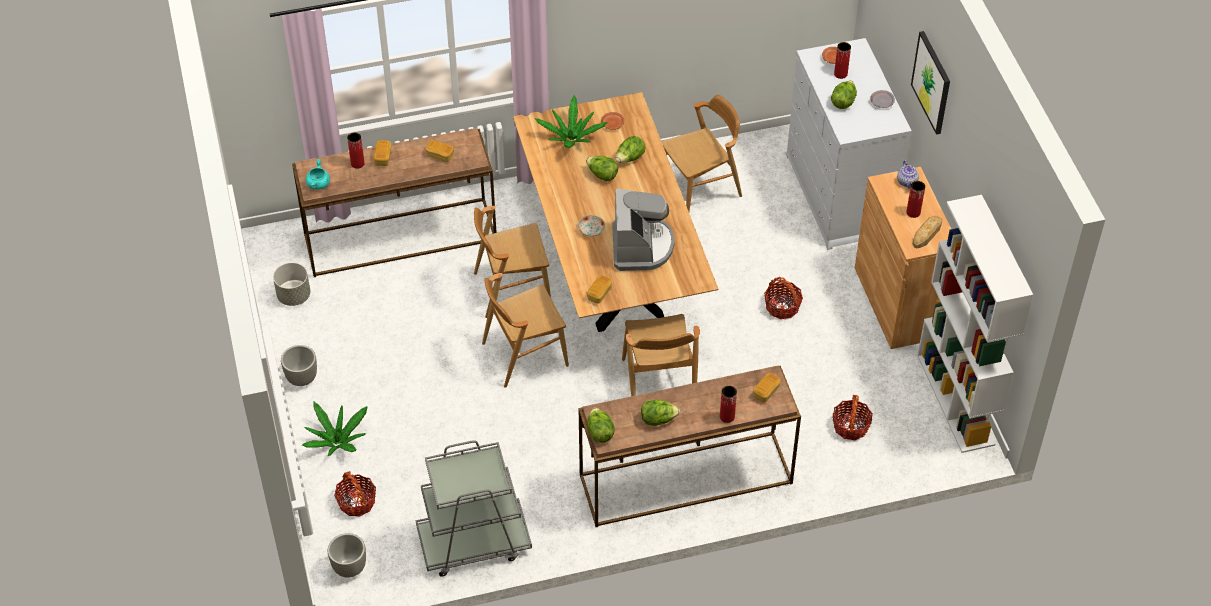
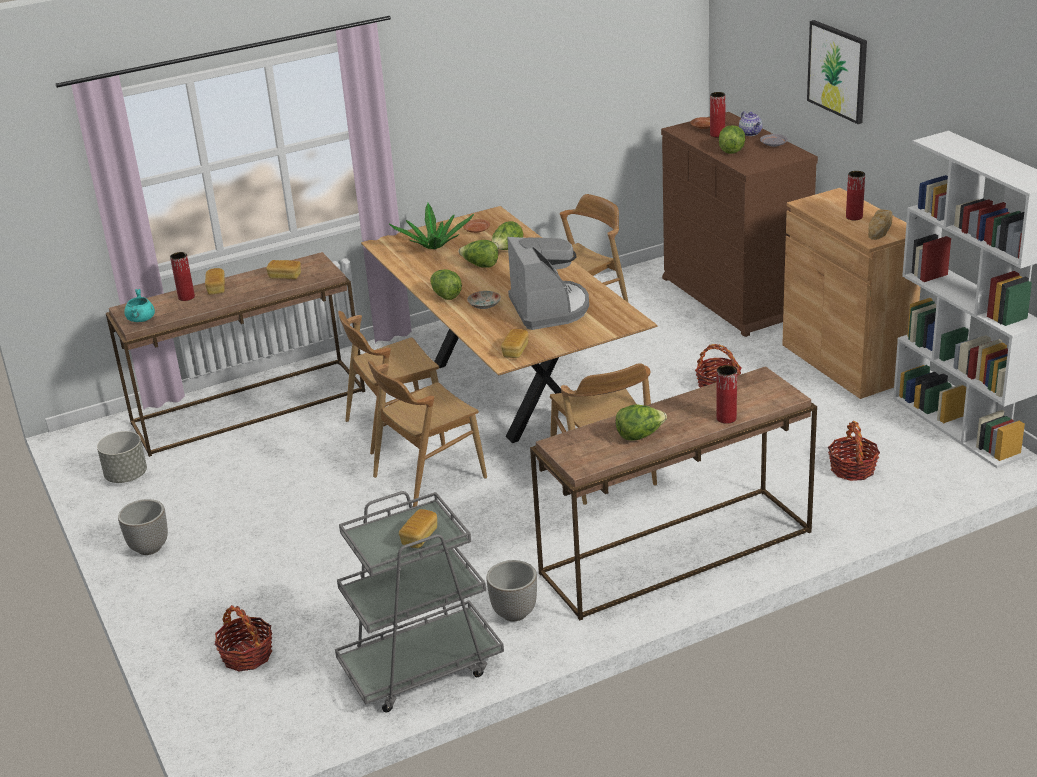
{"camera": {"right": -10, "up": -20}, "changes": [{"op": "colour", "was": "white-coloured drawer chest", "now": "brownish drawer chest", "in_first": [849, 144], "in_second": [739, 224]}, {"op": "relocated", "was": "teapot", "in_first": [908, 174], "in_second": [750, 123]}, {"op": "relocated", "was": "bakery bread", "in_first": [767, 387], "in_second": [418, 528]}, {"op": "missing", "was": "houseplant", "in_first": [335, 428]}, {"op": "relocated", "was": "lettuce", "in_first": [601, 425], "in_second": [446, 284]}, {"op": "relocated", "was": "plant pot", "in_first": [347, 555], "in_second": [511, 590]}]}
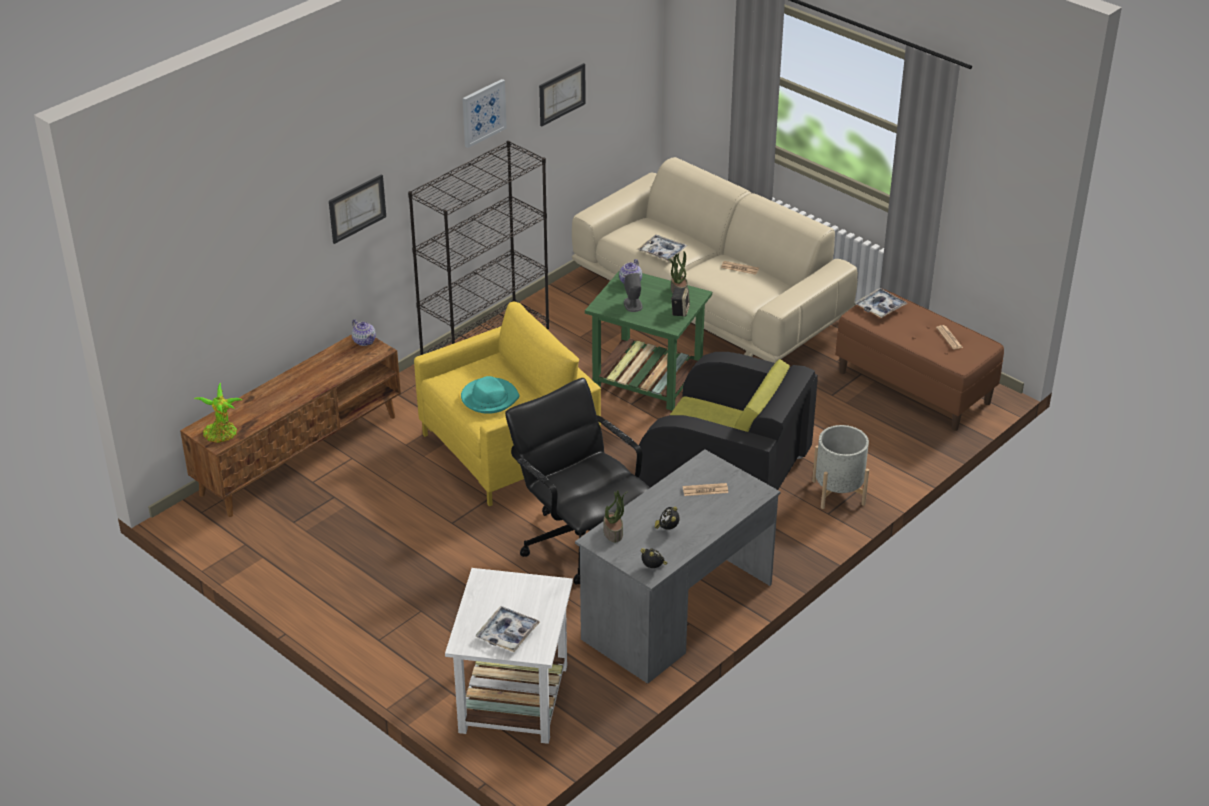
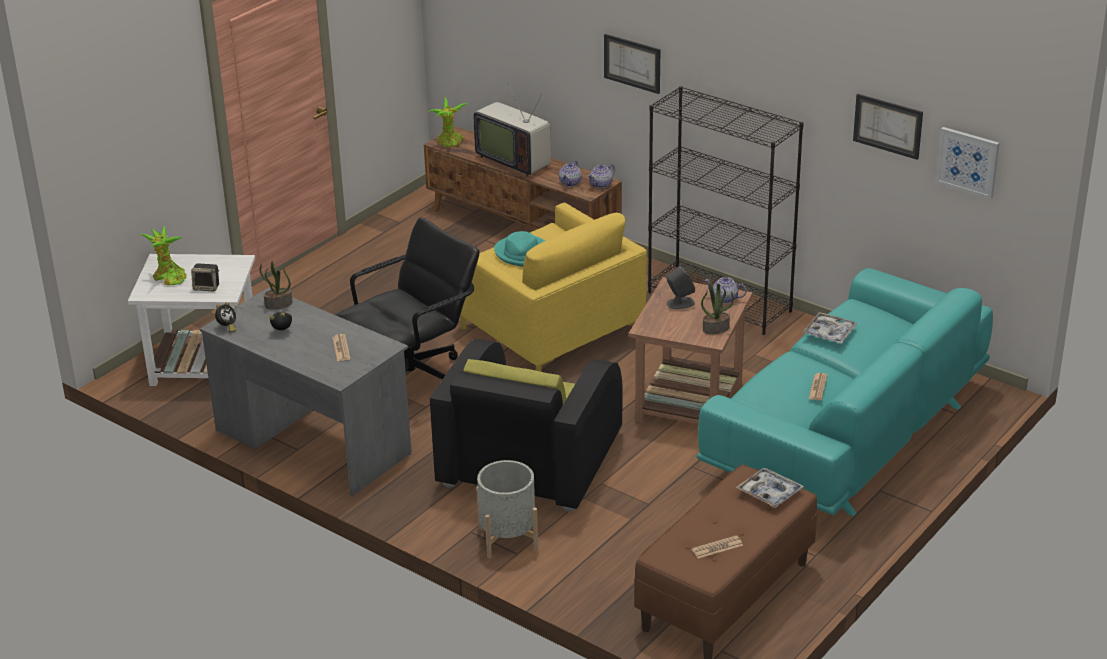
{"camera": {"right": 85, "up": -5}, "changes": [{"op": "relocated", "was": "picture", "in_first": [484, 113], "in_second": [967, 163]}, {"op": "colour", "was": "beige settee", "now": "blue-green settee", "in_first": [715, 260], "in_second": [845, 392]}, {"op": "colour", "was": "green accent table", "now": "brownish accent table", "in_first": [648, 340], "in_second": [690, 350]}, {"op": "relocated", "was": "speaker", "in_first": [680, 302], "in_second": [205, 277]}, {"op": "exchanged", "was": "carrying tray", "now": "houseplant", "in_first": [507, 629], "in_second": [163, 255]}, {"op": "appeared", "now": "television", "in_second": [512, 129]}, {"op": "appeared", "now": "teapot", "in_second": [570, 174]}]}
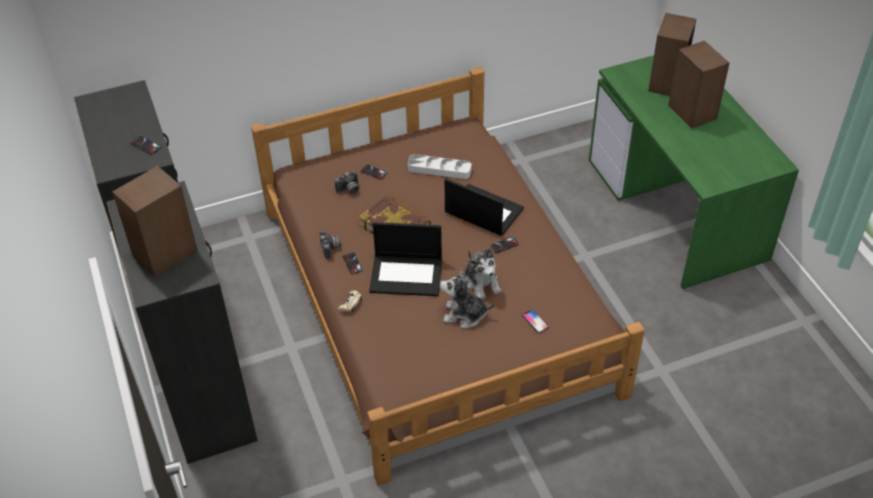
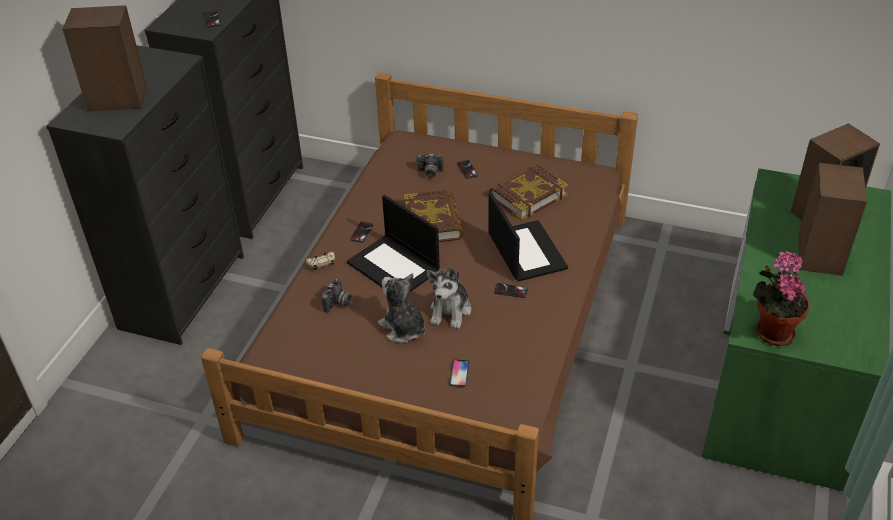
{"camera": {"right": 40, "up": -5}, "changes": [{"op": "exchanged", "was": "gray carrying tray", "now": "bound book", "in_first": [440, 166], "in_second": [528, 192]}, {"op": "relocated", "was": "still camera", "in_first": [330, 244], "in_second": [337, 295]}, {"op": "appeared", "now": "houseplant", "in_second": [781, 298]}]}
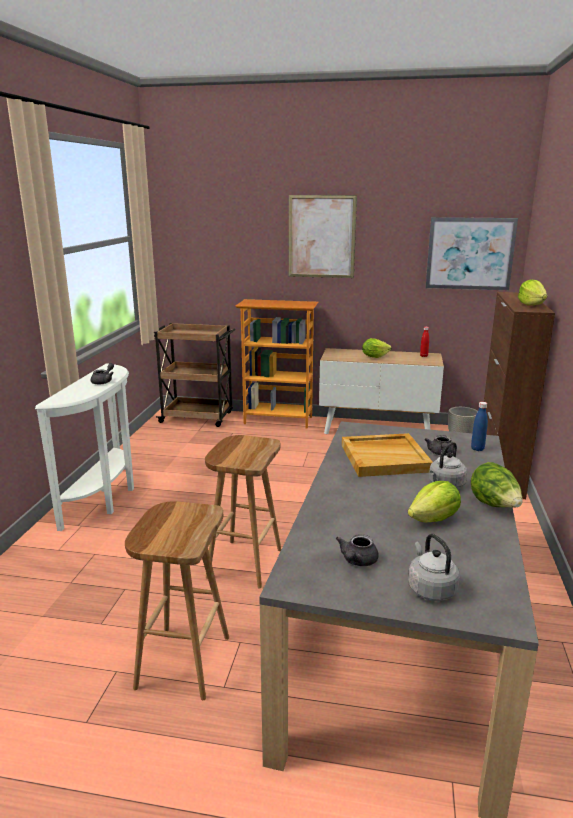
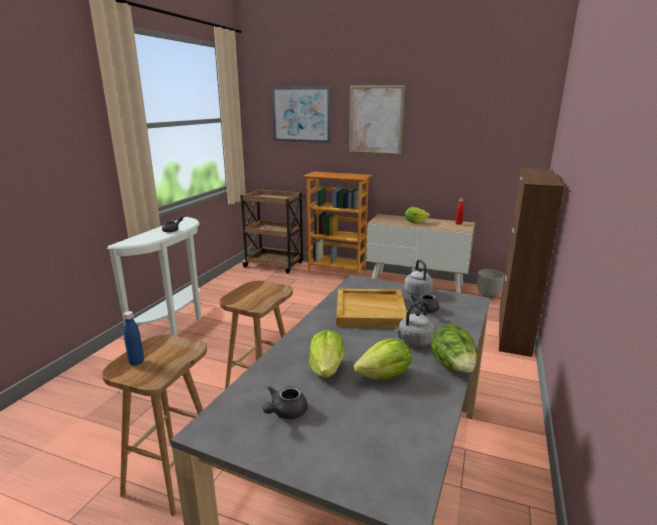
{"camera": {"right": 10, "up": 0}, "changes": [{"op": "relocated", "was": "picture", "in_first": [472, 253], "in_second": [301, 114]}, {"op": "relocated", "was": "lettuce", "in_first": [532, 293], "in_second": [327, 354]}, {"op": "relocated", "was": "blue bottle", "in_first": [479, 426], "in_second": [133, 338]}, {"op": "relocated", "was": "gray tea kettle", "in_first": [434, 567], "in_second": [418, 277]}]}
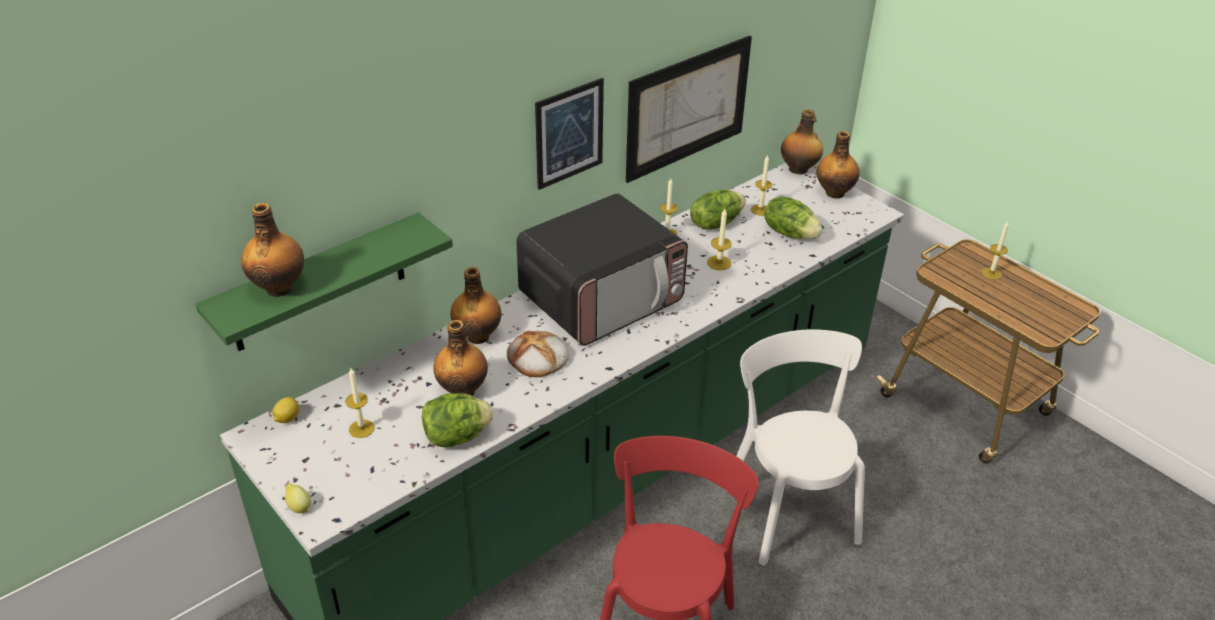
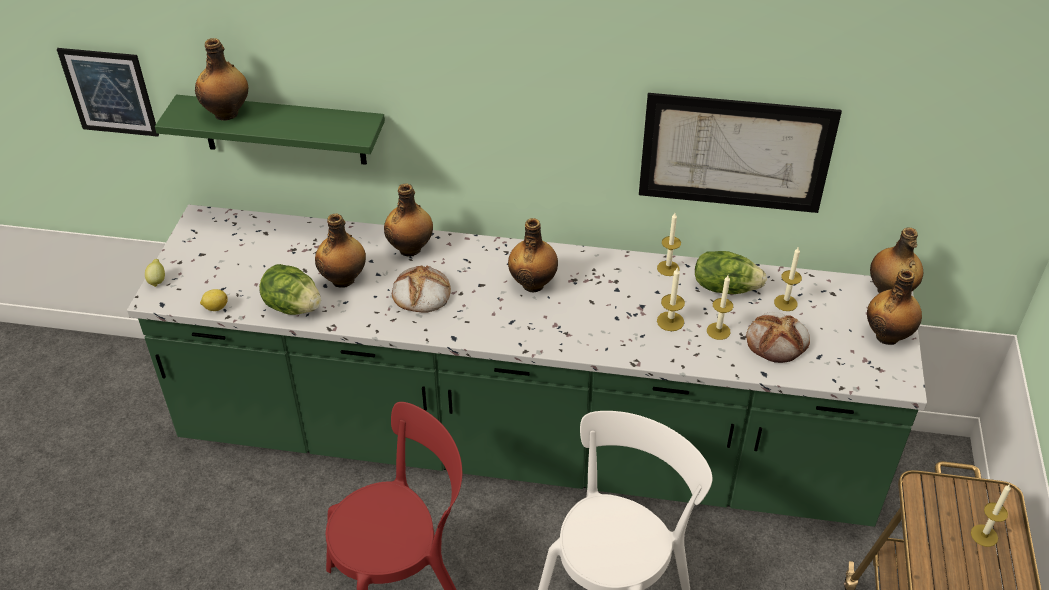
{"camera": {"right": 50, "up": 5}, "changes": [{"op": "relocated", "was": "picture", "in_first": [569, 134], "in_second": [108, 92]}, {"op": "exchanged", "was": "microwave oven", "now": "bottle", "in_first": [602, 270], "in_second": [533, 255]}, {"op": "exchanged", "was": "lettuce", "now": "bakery bread", "in_first": [793, 217], "in_second": [778, 337]}, {"op": "relocated", "was": "wax candle", "in_first": [360, 403], "in_second": [720, 308]}, {"op": "relocated", "was": "lemon", "in_first": [286, 410], "in_second": [214, 300]}]}
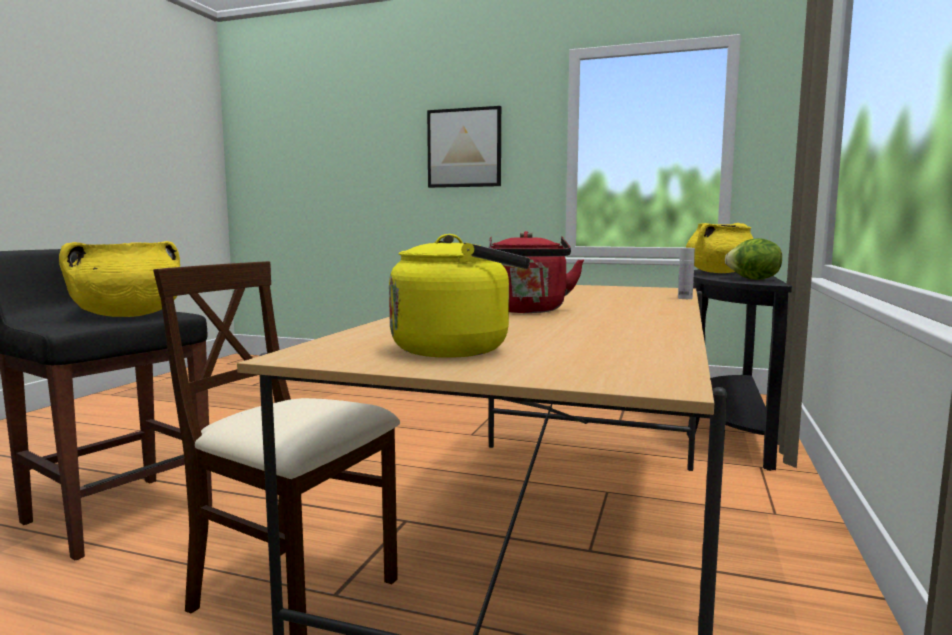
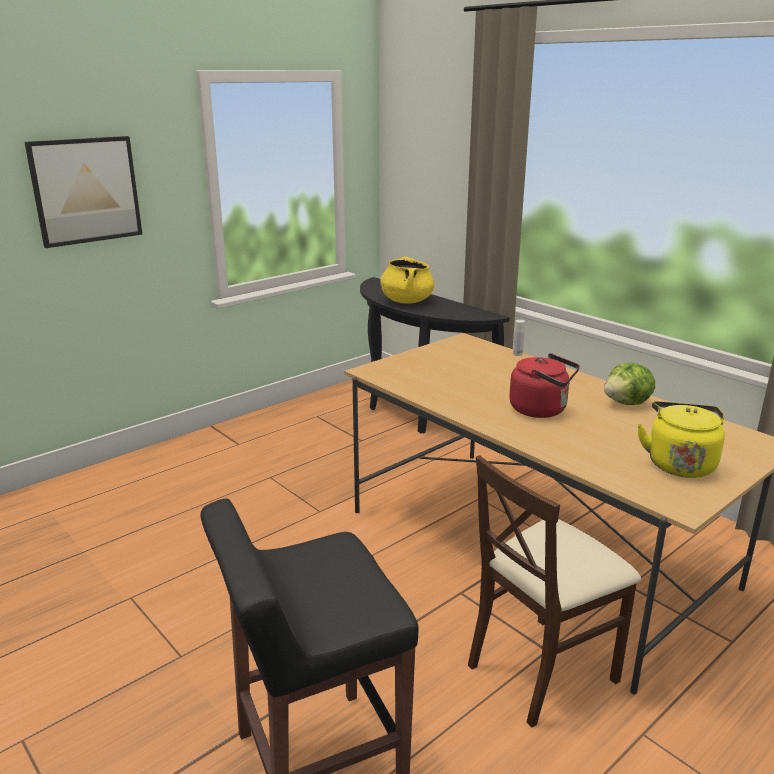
{"camera": {"right": -60, "up": 15}, "changes": [{"op": "relocated", "was": "lettuce", "in_first": [753, 259], "in_second": [629, 383]}, {"op": "missing", "was": "yellow saucepot", "in_first": [119, 279]}]}
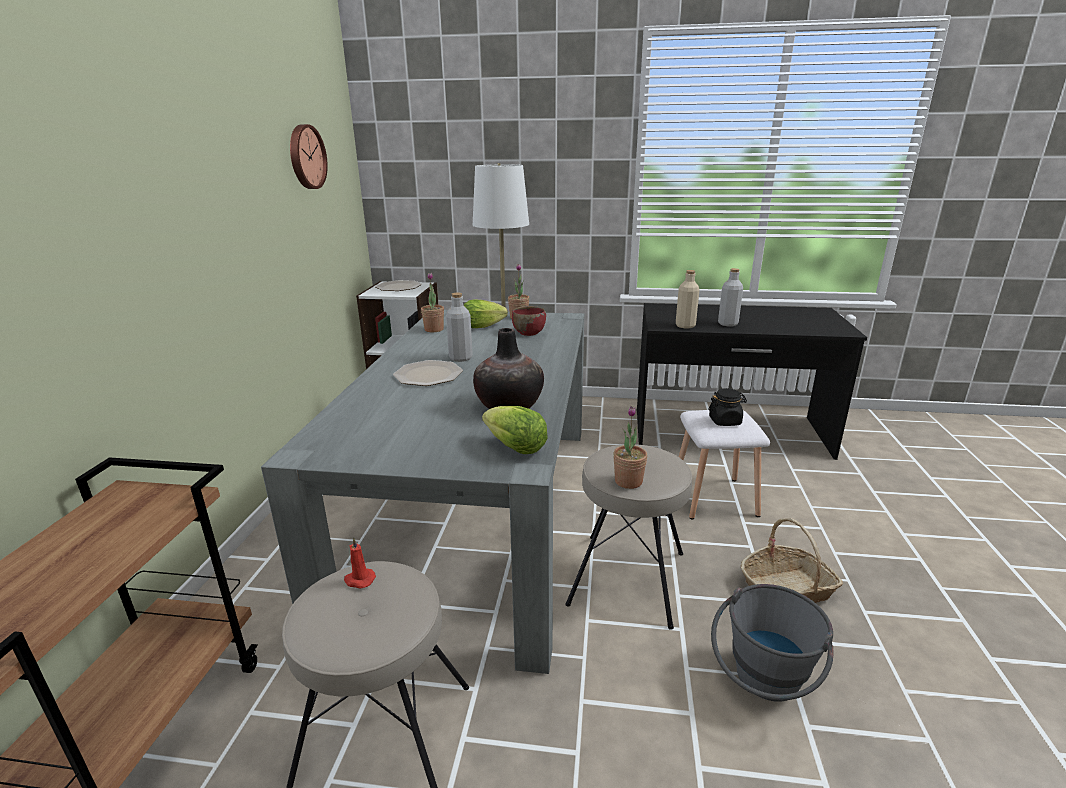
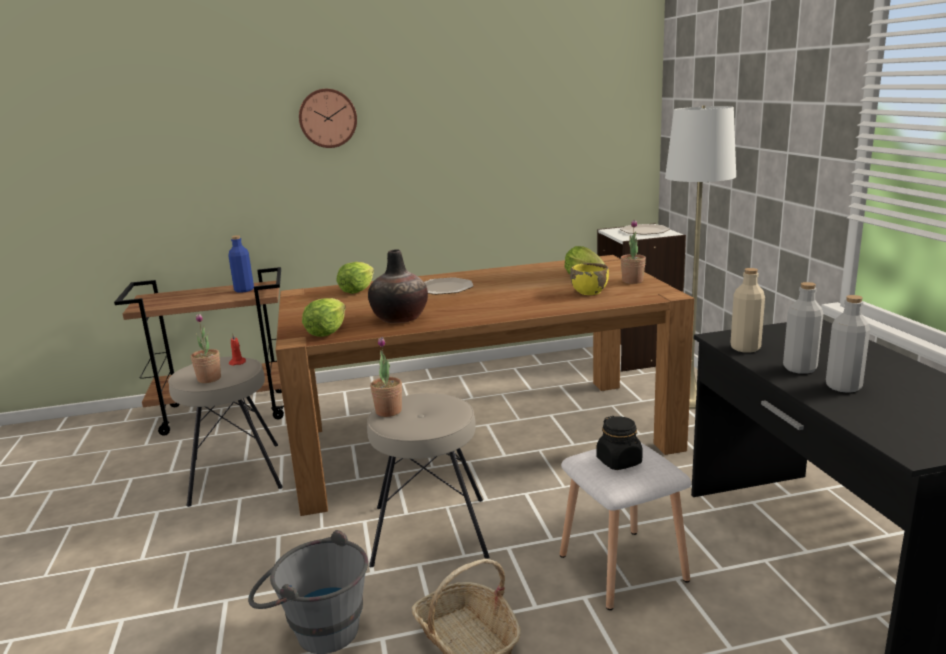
{"camera": {"right": 70, "up": -5}, "changes": [{"op": "relocated", "was": "hanging clock", "in_first": [309, 156], "in_second": [328, 118]}, {"op": "relocated", "was": "houseplant", "in_first": [432, 302], "in_second": [206, 348]}, {"op": "relocated", "was": "gray bottle", "in_first": [459, 327], "in_second": [848, 344]}, {"op": "colour", "was": "reddish bowl", "now": "yellow bowl", "in_first": [529, 321], "in_second": [589, 279]}, {"op": "colour", "was": "gray kitchen table", "now": "brownish kitchen table", "in_first": [422, 492], "in_second": [485, 385]}, {"op": "appeared", "now": "blue bottle", "in_second": [241, 264]}, {"op": "appeared", "now": "lettuce", "in_second": [355, 278]}]}
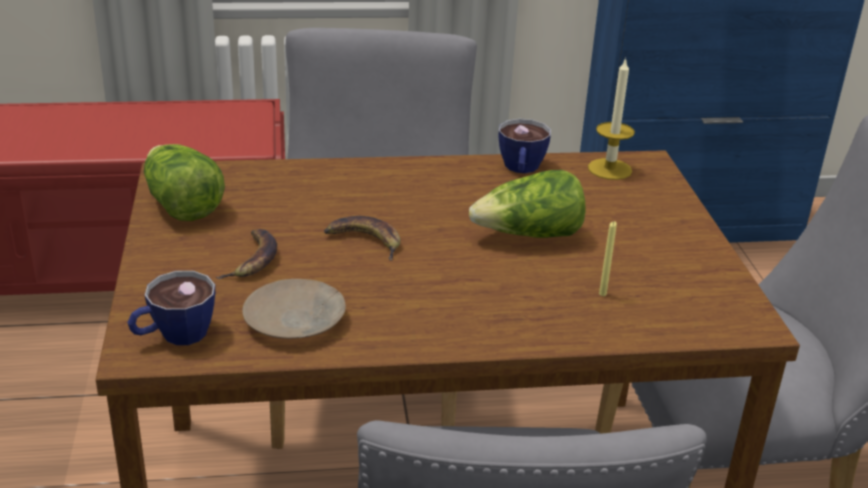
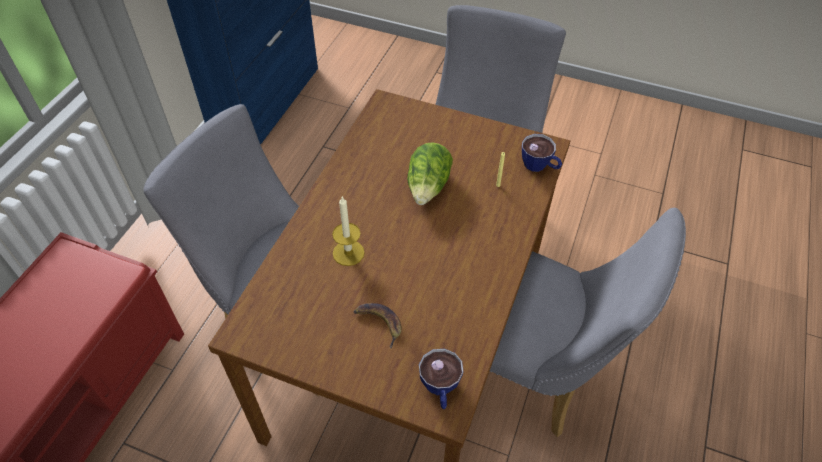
{"camera": {"right": -60, "up": 20}, "changes": [{"op": "relocated", "was": "wax candle", "in_first": [611, 119], "in_second": [348, 231]}, {"op": "relocated", "was": "cup", "in_first": [525, 146], "in_second": [542, 153]}, {"op": "missing", "was": "lettuce", "in_first": [184, 182]}, {"op": "missing", "was": "whole banana", "in_first": [362, 238]}, {"op": "missing", "was": "beige flat dish", "in_first": [294, 309]}]}
